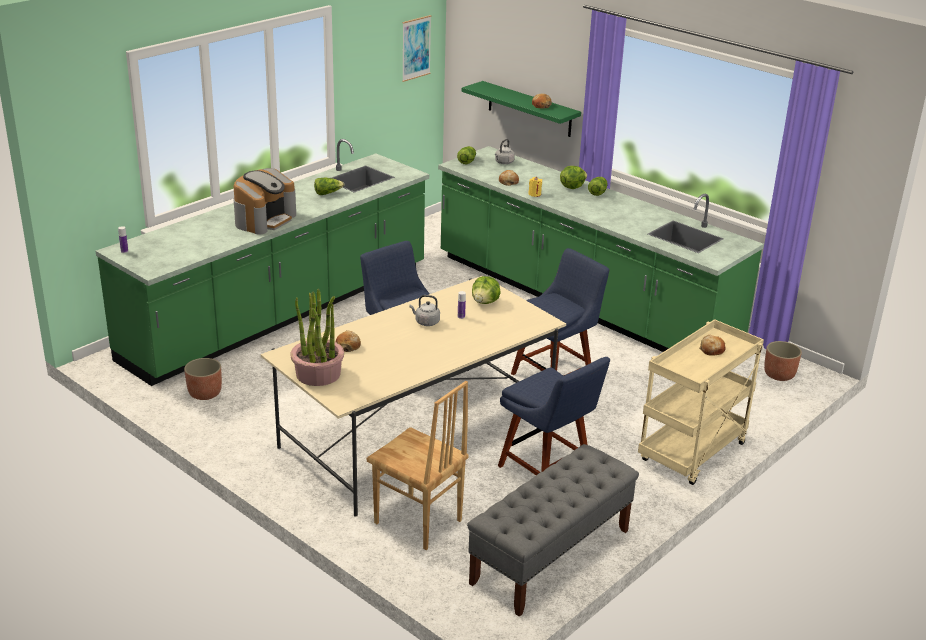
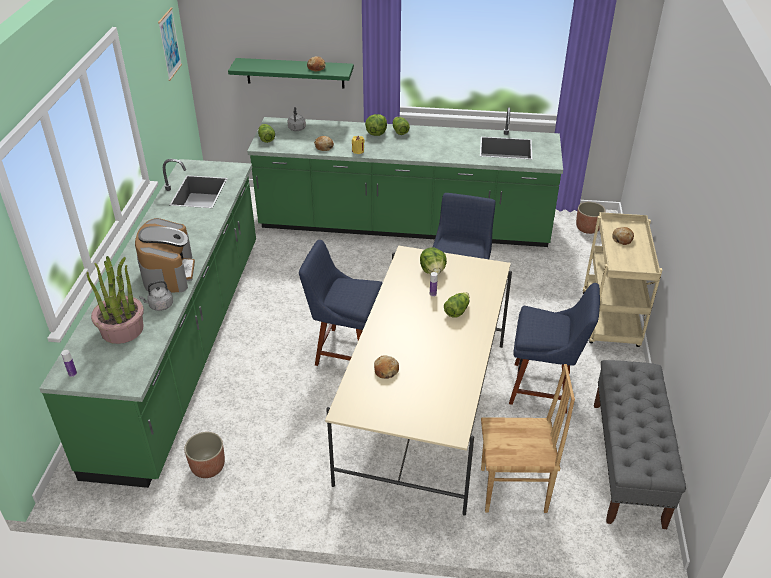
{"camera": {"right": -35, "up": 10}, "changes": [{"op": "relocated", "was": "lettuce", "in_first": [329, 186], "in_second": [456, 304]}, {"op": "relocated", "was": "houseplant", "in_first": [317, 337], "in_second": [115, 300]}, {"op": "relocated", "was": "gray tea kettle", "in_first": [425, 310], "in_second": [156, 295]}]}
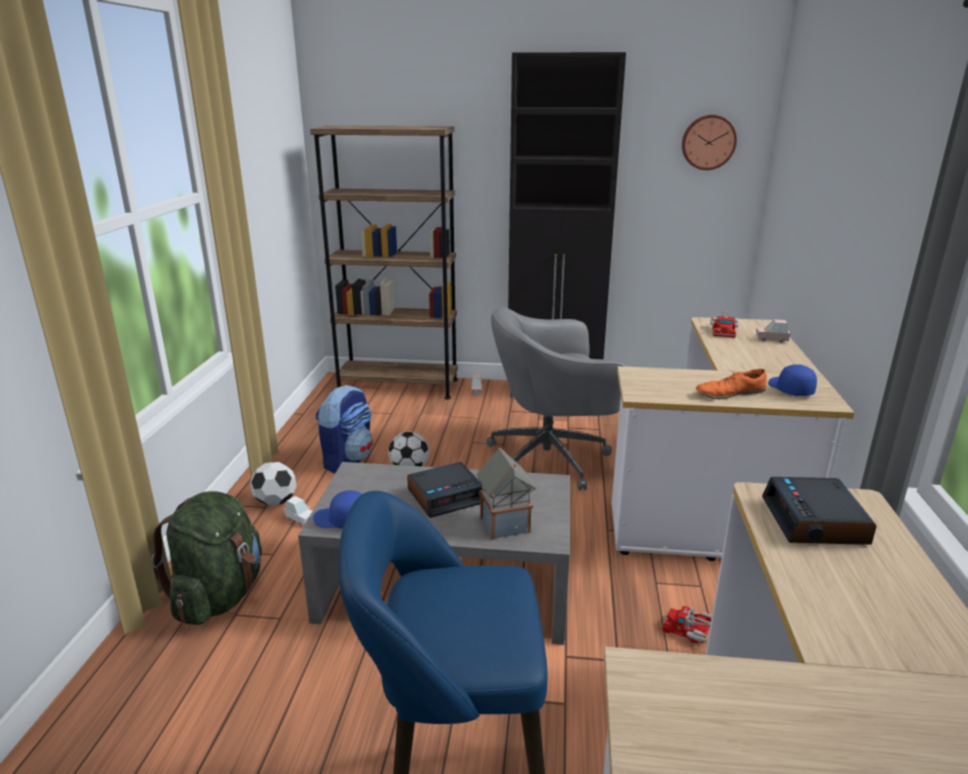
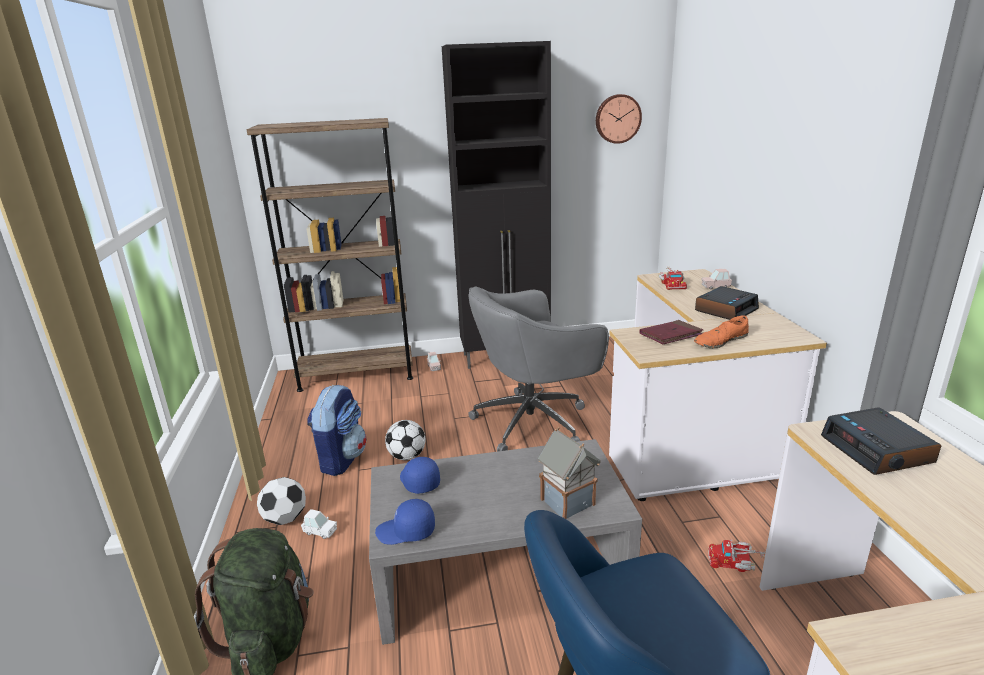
{"camera": {"right": -15, "up": 0}, "changes": [{"op": "relocated", "was": "blue cap", "in_first": [792, 380], "in_second": [420, 475]}, {"op": "relocated", "was": "table clock", "in_first": [445, 490], "in_second": [727, 303]}, {"op": "appeared", "now": "reddish bound book", "in_second": [671, 332]}]}
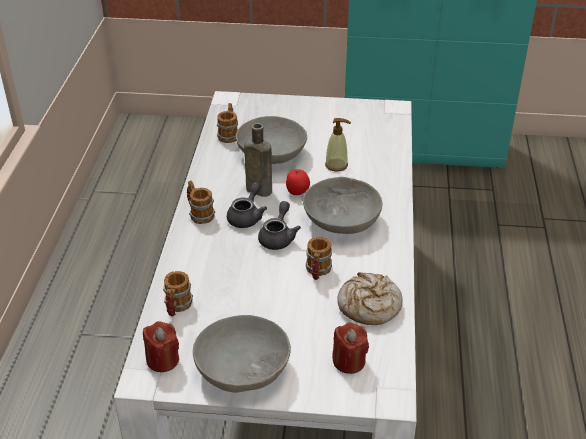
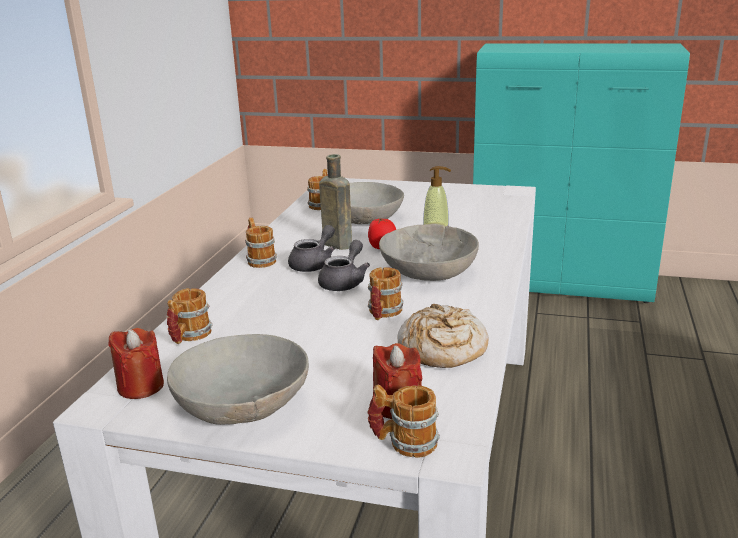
{"camera": {"right": 10, "up": -15}, "changes": [{"op": "appeared", "now": "coffee mug", "in_second": [403, 421]}]}
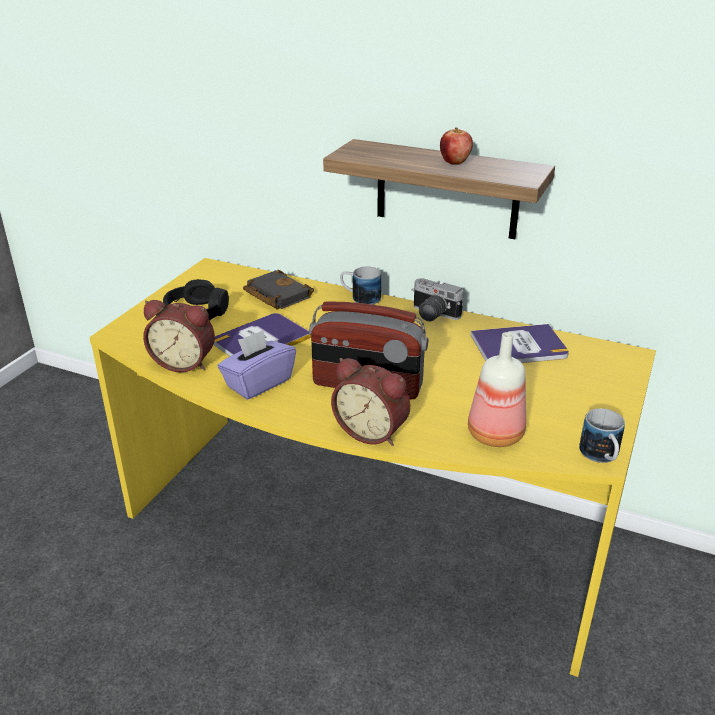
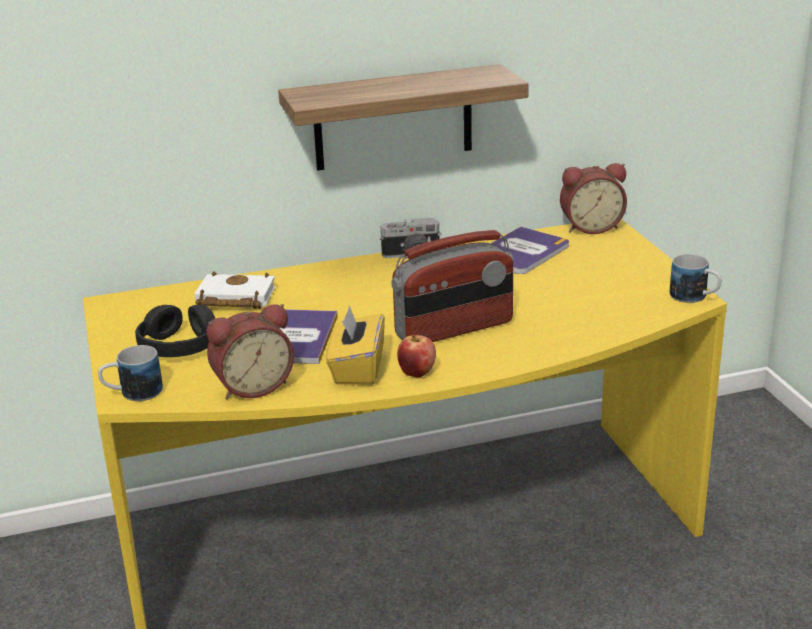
{"camera": {"right": -40, "up": -5}, "changes": [{"op": "relocated", "was": "apple", "in_first": [456, 146], "in_second": [416, 356]}, {"op": "relocated", "was": "coffee mug", "in_first": [360, 286], "in_second": [130, 373]}, {"op": "colour", "was": "black-coloured bound book", "now": "white-coloured bound book", "in_first": [278, 289], "in_second": [235, 290]}, {"op": "colour", "was": "purple-coloured box of tissues", "now": "yellow box of tissues", "in_first": [257, 365], "in_second": [355, 345]}, {"op": "missing", "was": "bottle", "in_first": [497, 389]}, {"op": "relocated", "was": "table clock", "in_first": [370, 402], "in_second": [593, 198]}]}
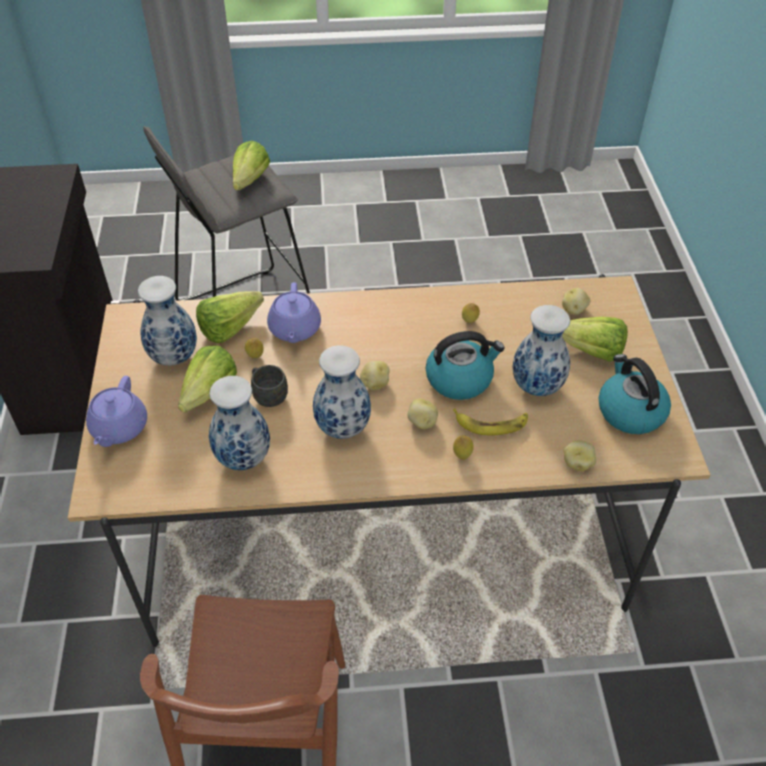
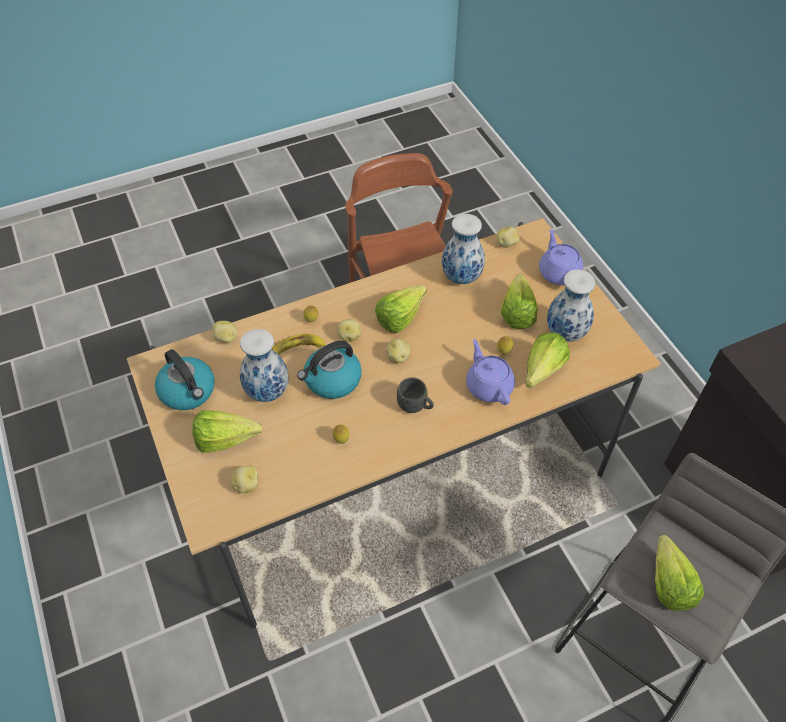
{"camera": {"right": 160, "up": 5}, "changes": [{"op": "exchanged", "was": "flower vase", "now": "lettuce", "in_first": [342, 392], "in_second": [401, 309]}, {"op": "relocated", "was": "gray coffee mug", "in_first": [269, 386], "in_second": [415, 395]}, {"op": "appeared", "now": "spud", "in_second": [508, 237]}]}
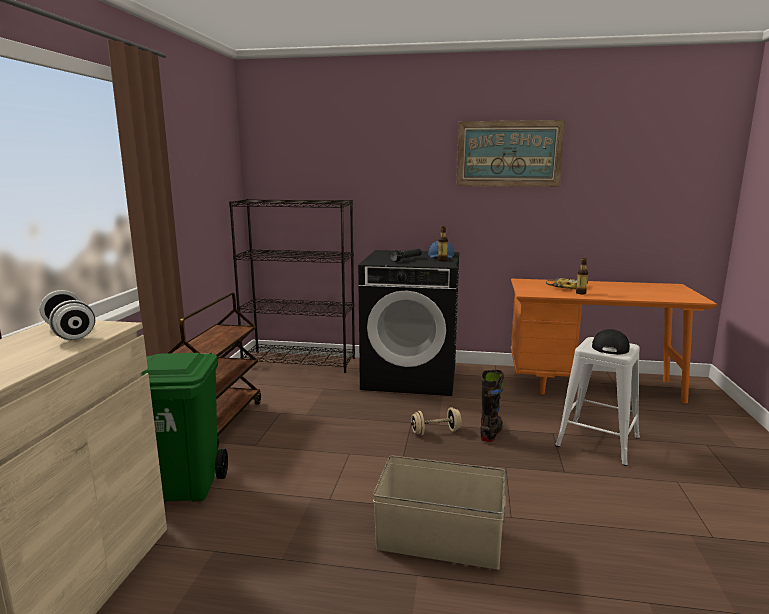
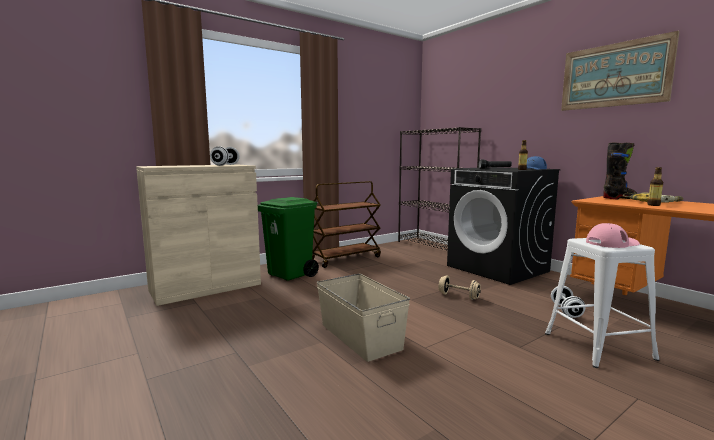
{"camera": {"right": 45, "up": -5}, "changes": [{"op": "colour", "was": "black-coloured cap", "now": "pinkish cap", "in_first": [611, 342], "in_second": [613, 235]}, {"op": "relocated", "was": "black-coloured tall boot", "in_first": [492, 406], "in_second": [620, 170]}, {"op": "appeared", "now": "white-coloured hand weight", "in_second": [568, 302]}]}
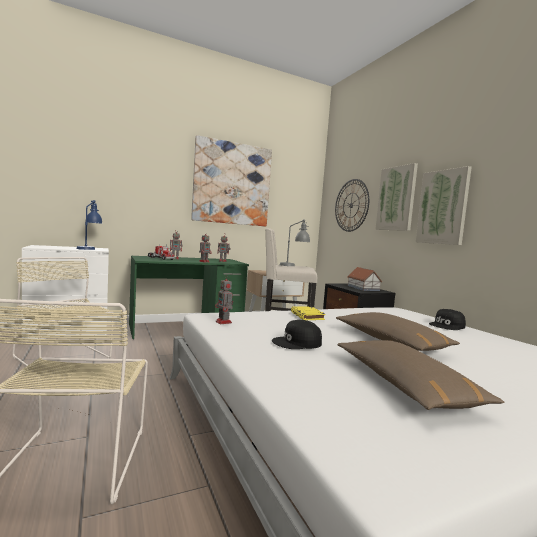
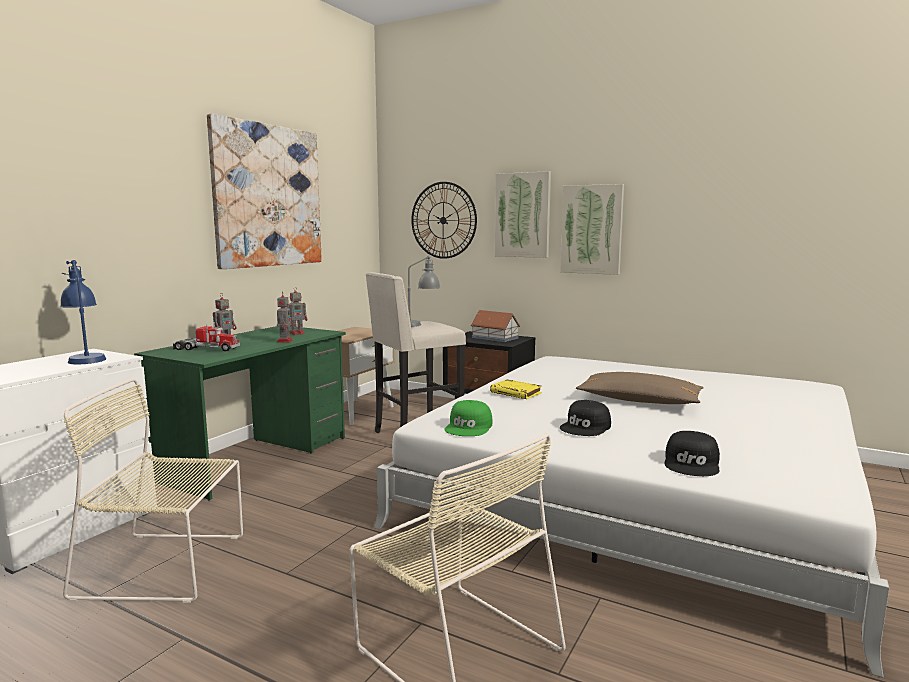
{"camera": {"right": -35, "up": 5}, "changes": [{"op": "exchanged", "was": "toy robot", "now": "green cap", "in_first": [224, 301], "in_second": [468, 418]}, {"op": "relocated", "was": "black-coloured cap", "in_first": [447, 319], "in_second": [692, 453]}, {"op": "missing", "was": "brownish cushion", "in_first": [421, 375]}]}
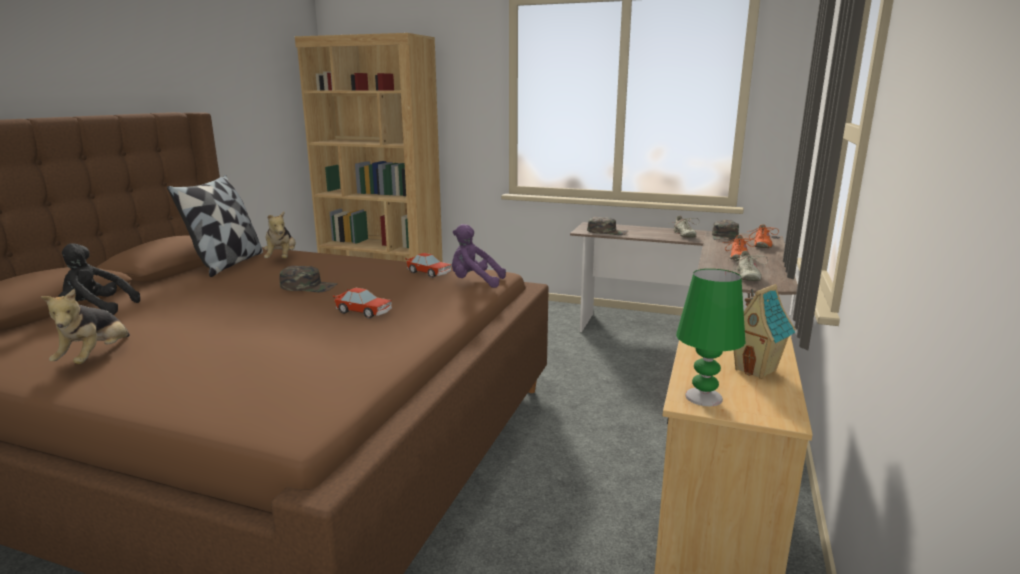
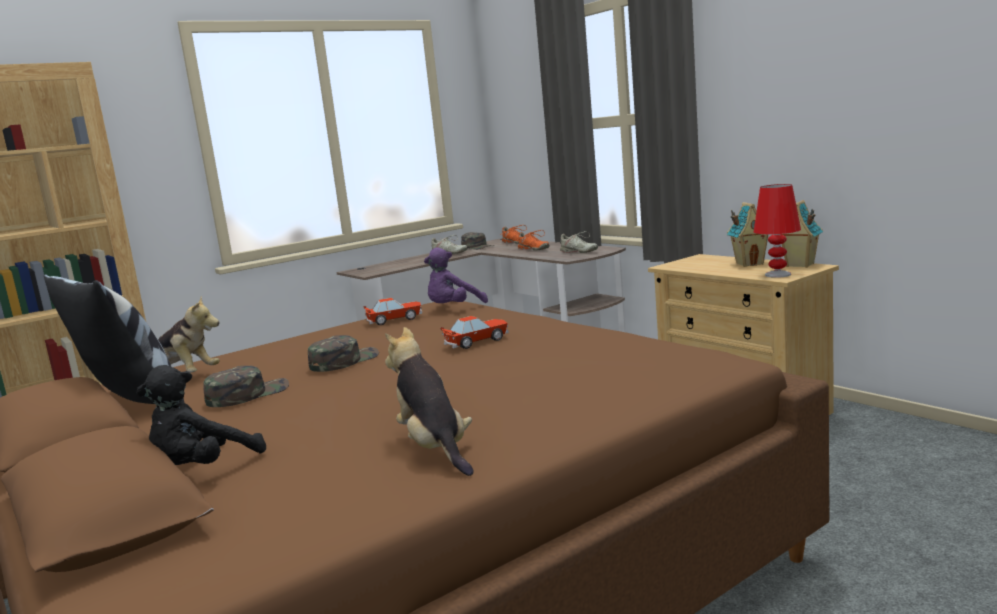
{"camera": {"right": -55, "up": -5}, "changes": [{"op": "relocated", "was": "green cap", "in_first": [607, 226], "in_second": [246, 386]}, {"op": "colour", "was": "green lamp for a table", "now": "reddish lamp for a table", "in_first": [710, 337], "in_second": [777, 231]}, {"op": "spun", "was": "cuddly toy", "in_first": [85, 326], "in_second": [429, 401], "clockwise": -150}, {"op": "appeared", "now": "model house", "in_second": [802, 234]}]}
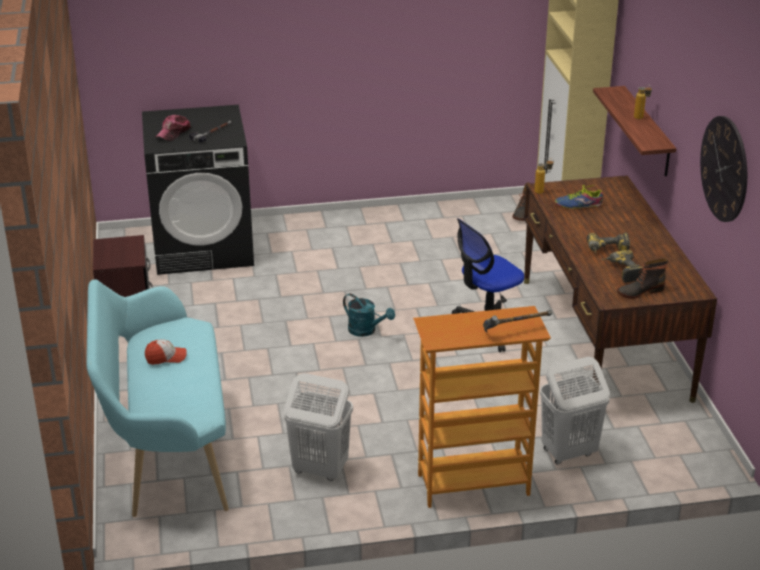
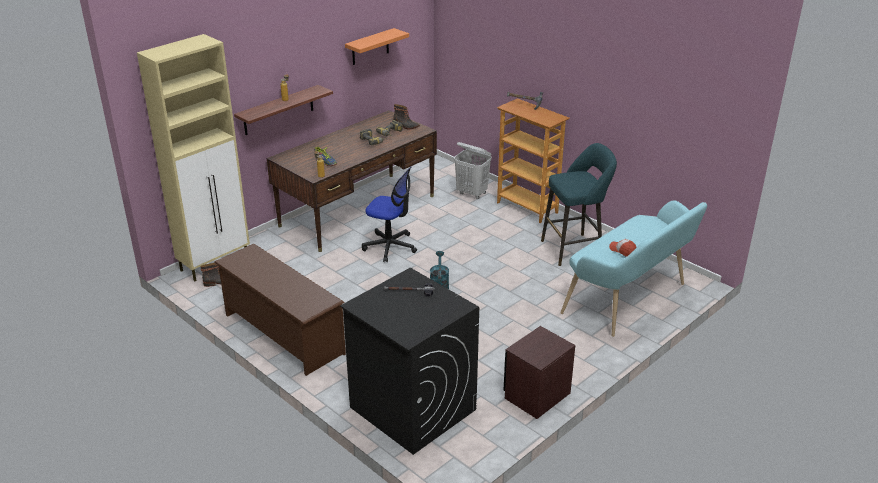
{"camera": {"right": -125, "up": 0}, "changes": [{"op": "missing", "was": "cap", "in_first": [173, 128]}, {"op": "exchanged", "was": "hanging clock", "now": "orange wall shelf", "in_first": [723, 169], "in_second": [377, 46]}, {"op": "exchanged", "was": "white-coloured washing basket", "now": "blue-green stool", "in_first": [318, 427], "in_second": [579, 204]}, {"op": "appeared", "now": "brownish shoe shelf", "in_second": [280, 310]}]}
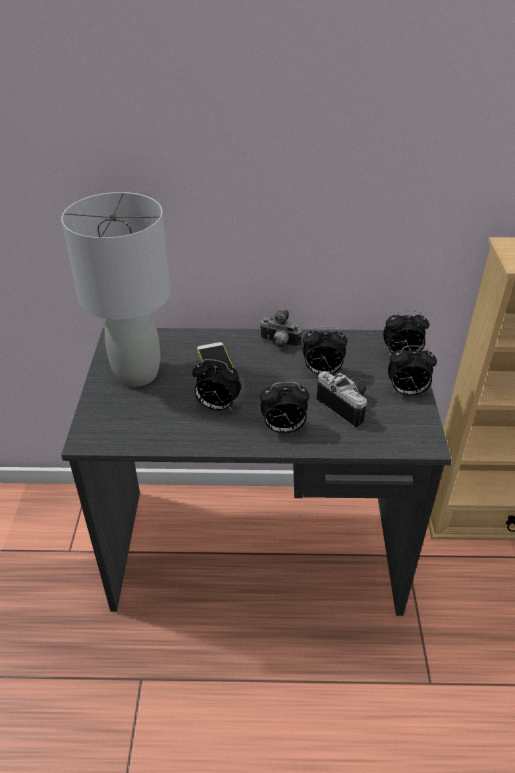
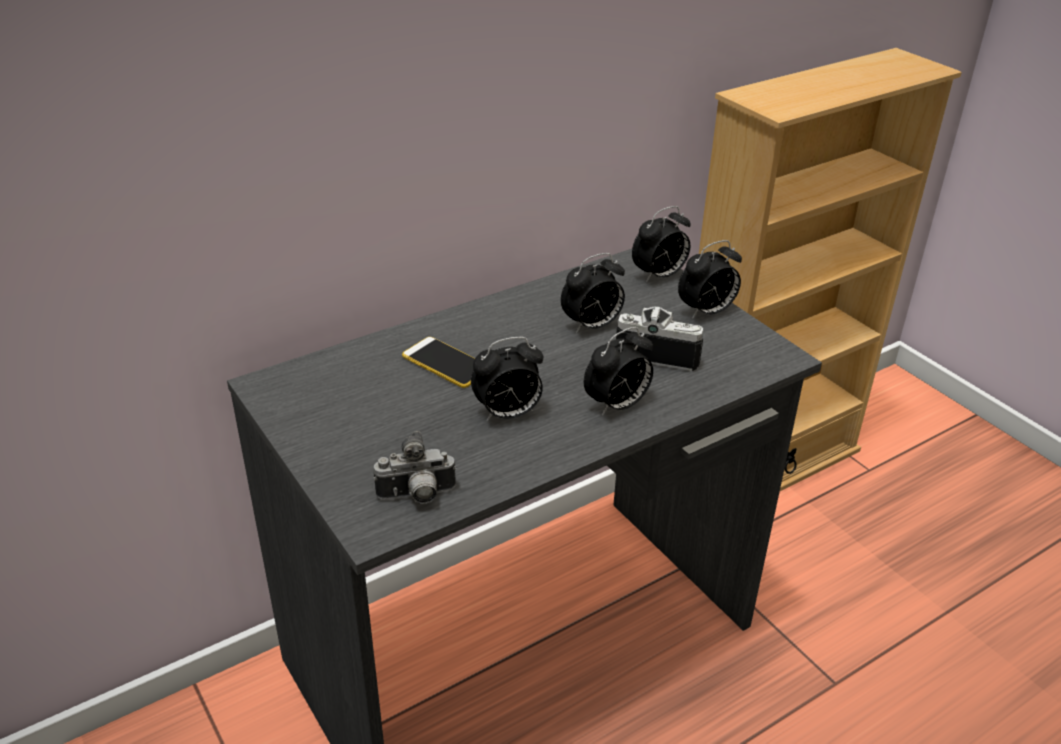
{"camera": {"right": -35, "up": -5}, "changes": [{"op": "missing", "was": "gray lamp for a table", "in_first": [116, 289]}, {"op": "relocated", "was": "still camera", "in_first": [281, 329], "in_second": [415, 467]}]}
